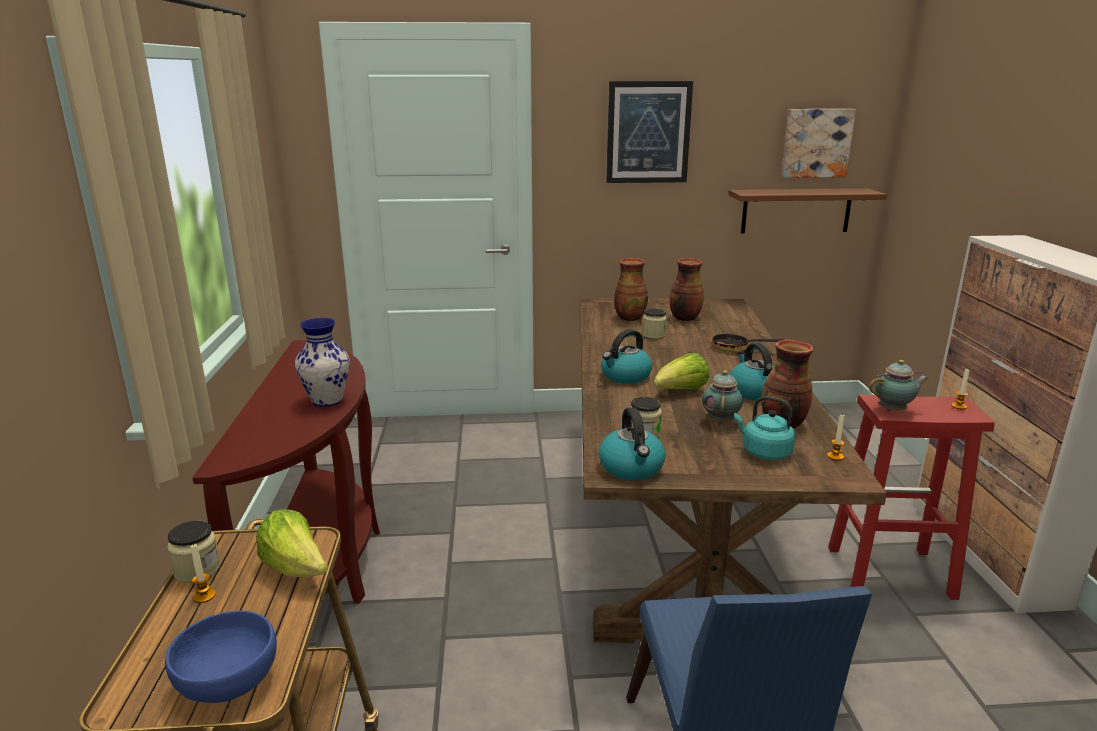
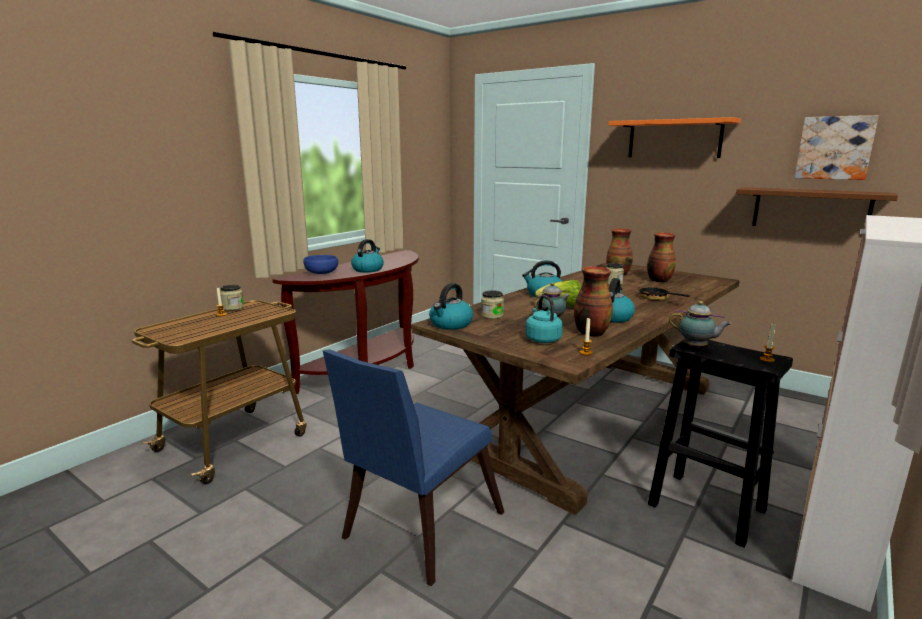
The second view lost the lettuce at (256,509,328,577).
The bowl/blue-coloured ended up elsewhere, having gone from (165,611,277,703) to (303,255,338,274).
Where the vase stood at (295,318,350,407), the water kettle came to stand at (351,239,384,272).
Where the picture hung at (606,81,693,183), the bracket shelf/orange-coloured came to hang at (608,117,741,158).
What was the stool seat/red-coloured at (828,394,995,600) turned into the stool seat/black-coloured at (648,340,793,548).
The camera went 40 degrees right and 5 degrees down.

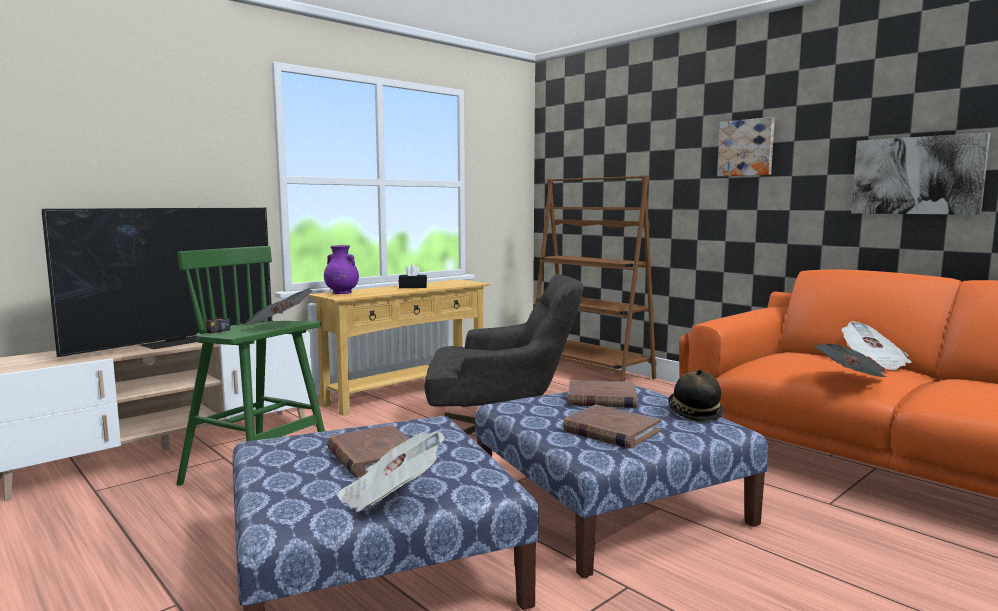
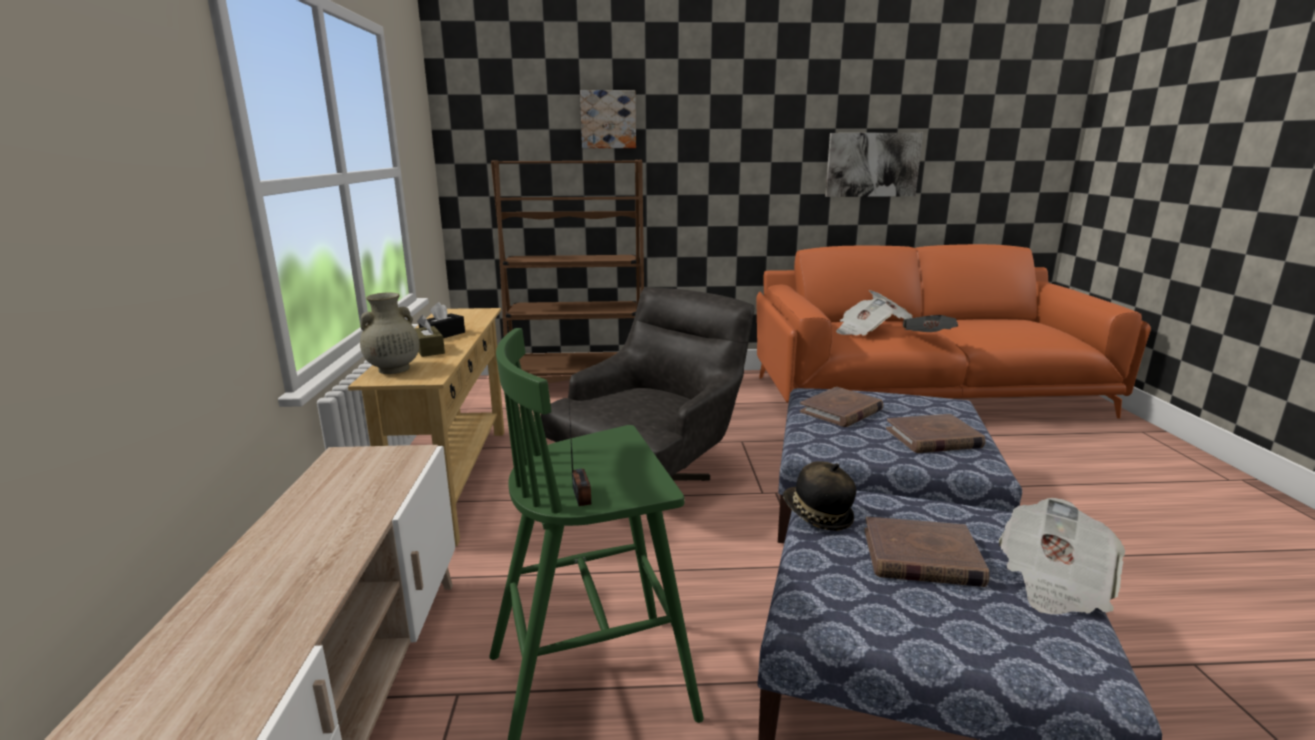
The second view lost the TV set at (42,208,272,357).
The second view gained the tissue box/brownish at (414,315,445,357).
The daily paper ended up elsewhere, having gone from (241,288,313,326) to (836,298,893,336).
The hat ended up elsewhere, having gone from (668,369,724,422) to (783,461,856,531).
The picture ended up elsewhere, having gone from (717,117,775,177) to (580,90,636,148).
What was the vase/purple-coloured at (324,245,359,294) turned into the vase/beige at (360,293,420,374).
The camera went 50 degrees left and 10 degrees up.

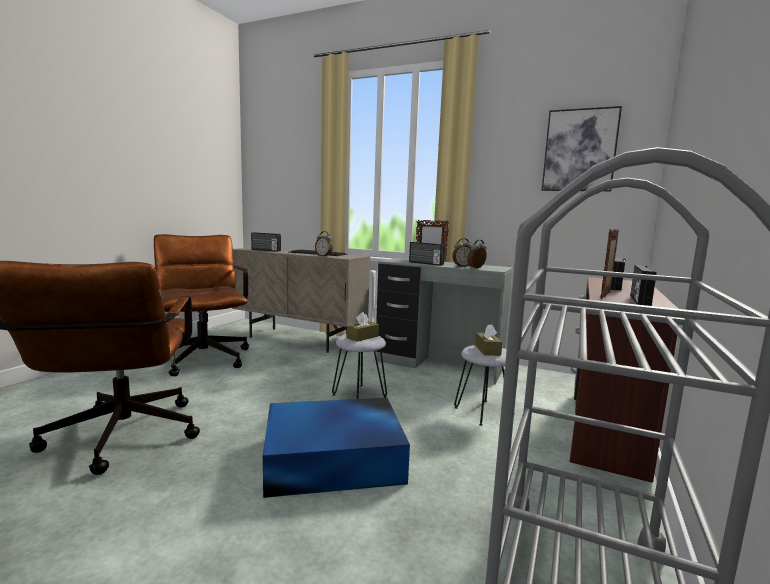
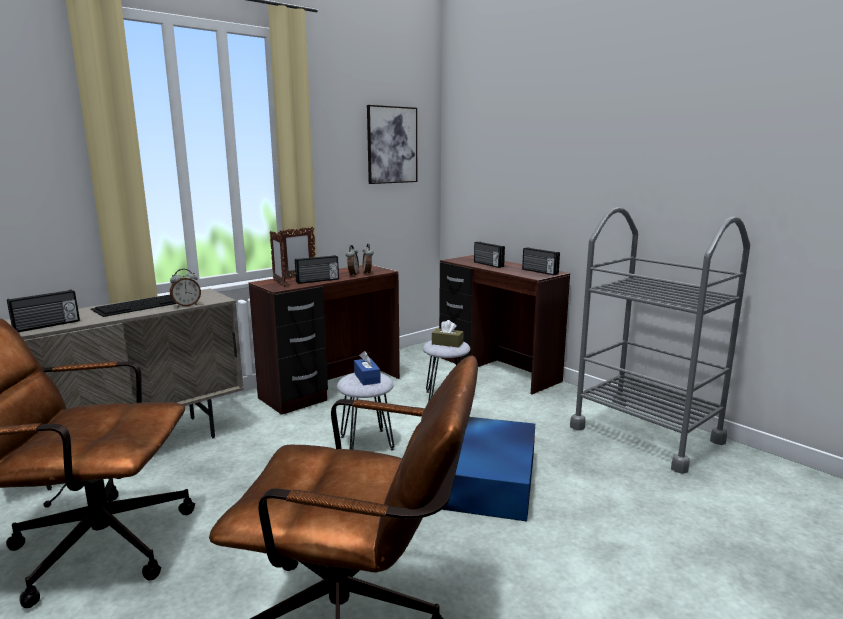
The picture frame ended up elsewhere, having gone from (601,229,619,299) to (270,231,286,287).
What was the tissue box/brownish at (347,312,379,342) turned into the tissue box/blue-coloured at (354,351,381,385).
What was the desk table/greyish at (376,258,513,385) turned into the desk table/brownish at (249,265,400,415).
The camera went 65 degrees left and 5 degrees up.

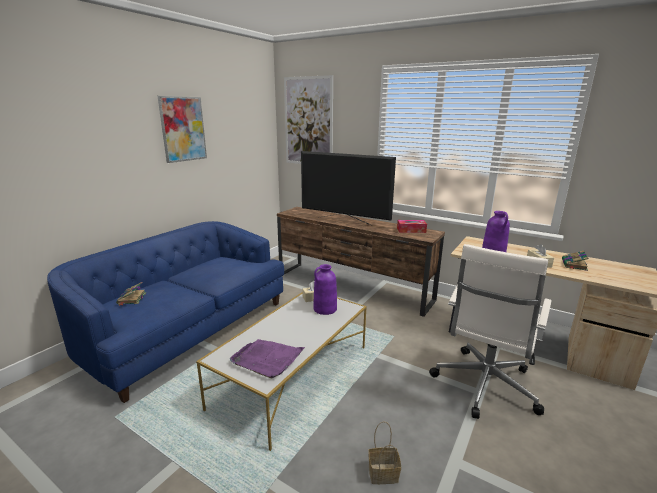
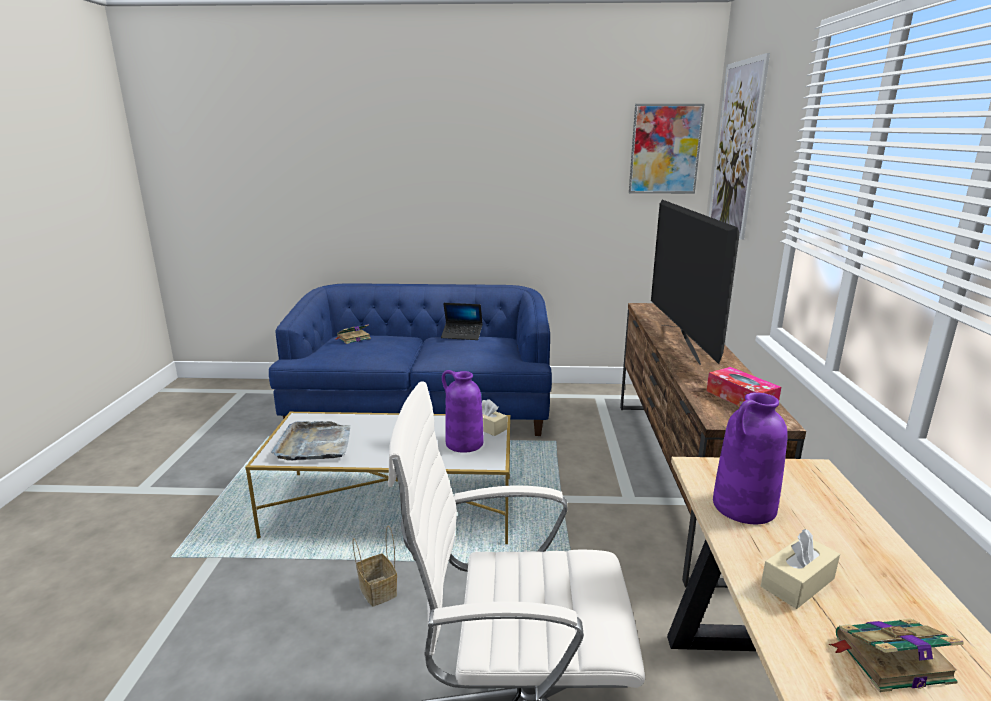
The second view gained the laptop at (441,303,483,340).
The picture ended up elsewhere, having gone from (158,96,207,163) to (629,104,705,194).
The basket ended up elsewhere, having gone from (368,421,401,484) to (353,526,397,607).
What was the carrying tray/purple-coloured at (230,339,305,378) turned into the carrying tray/greyish at (271,421,350,460).
The camera went 60 degrees right and 0 degrees up.

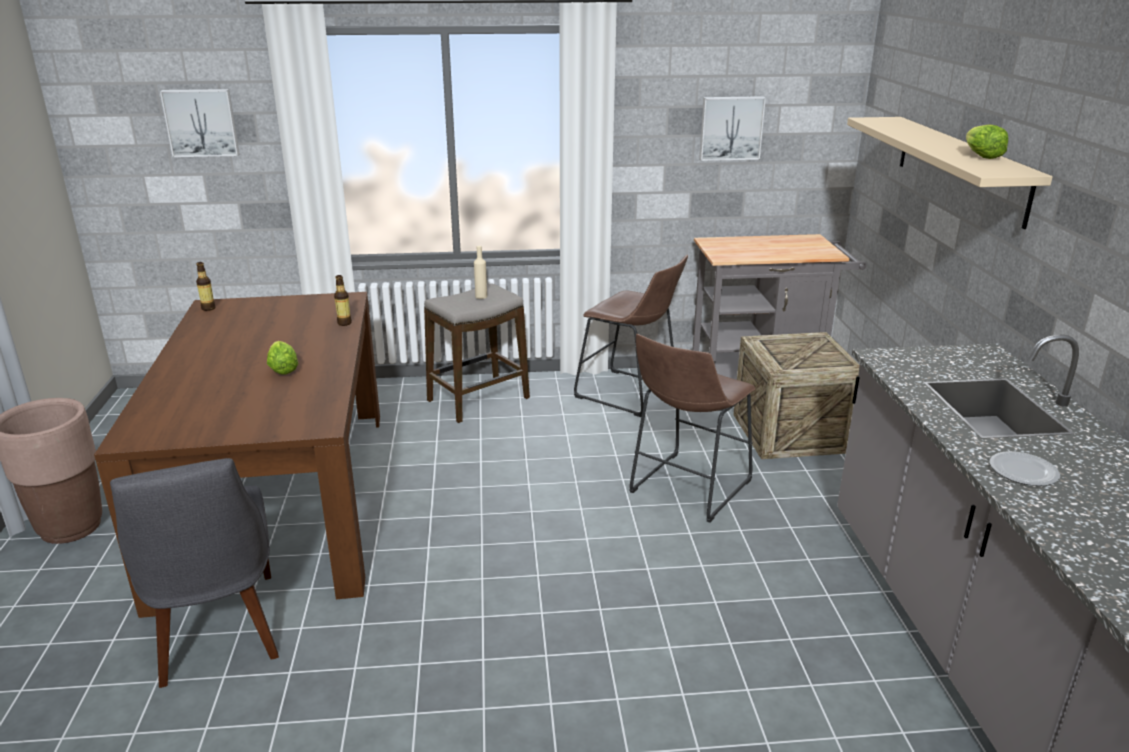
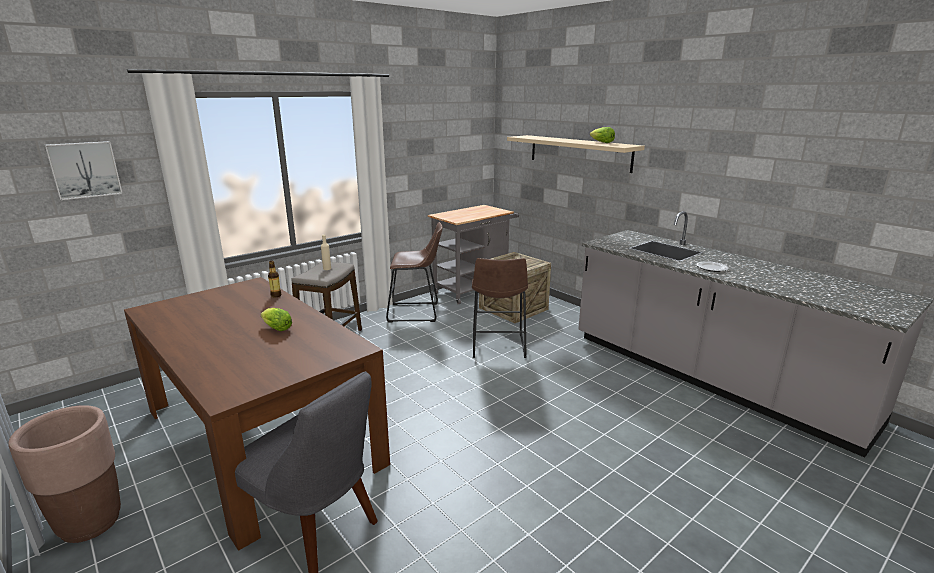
The second view lost the bottle at (196,262,216,311).
The second view lost the picture at (699,96,766,161).
The camera went 35 degrees left and 5 degrees down.

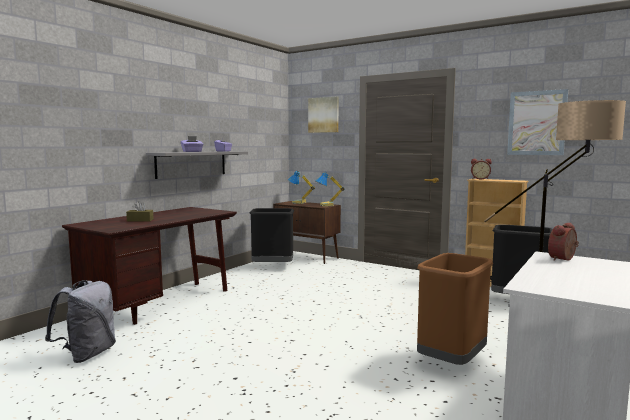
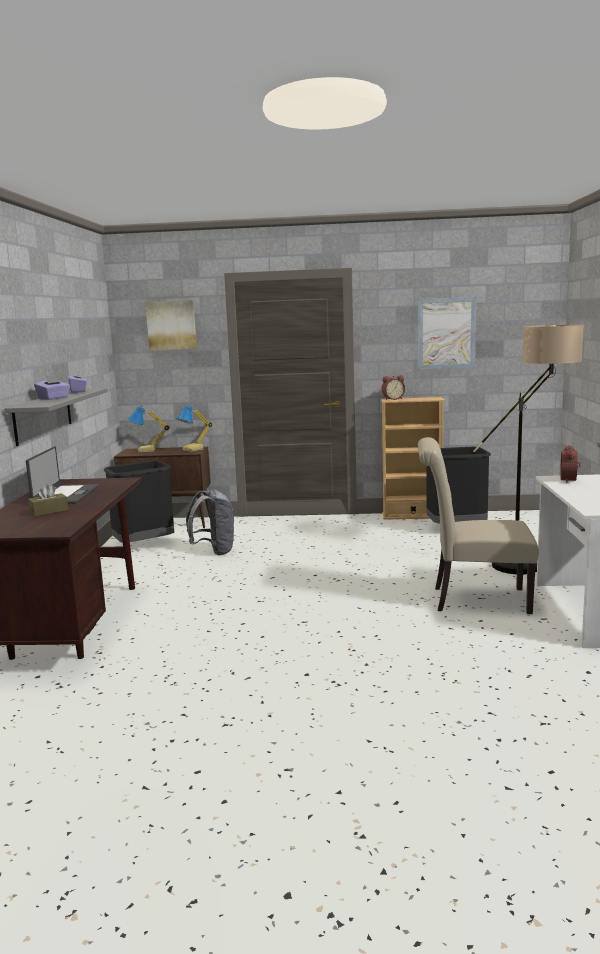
The second view gained the laptop at (26,446,99,504).
The knapsack/greyish ended up elsewhere, having gone from (45,280,116,363) to (186,489,235,555).
Where the waste bin/brownish stood at (417,253,493,365), the plain chair/beige came to stand at (418,437,539,614).
The camera went 30 degrees left and 5 degrees up.

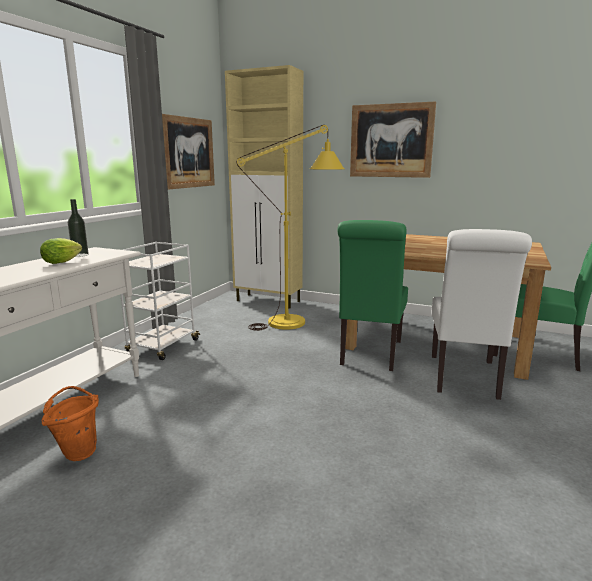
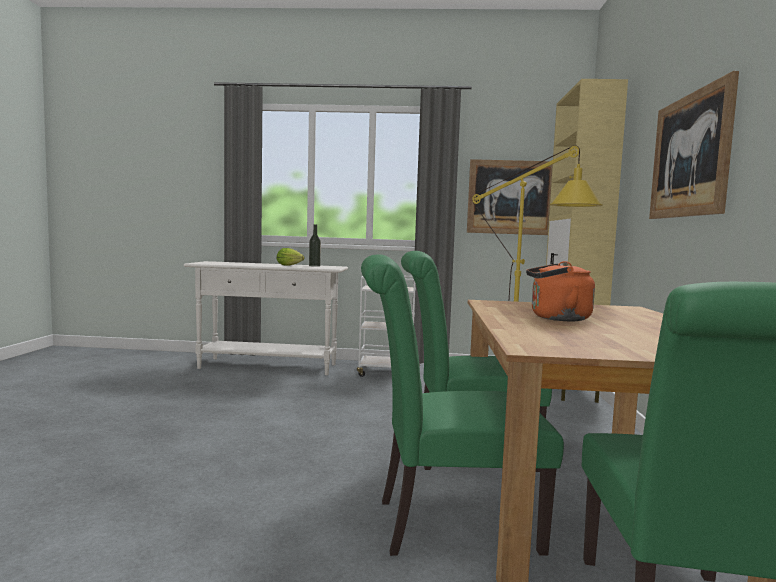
The second view lost the bucket/orange-coloured at (42,386,99,461).
The second view gained the water kettle/orange-coloured at (526,261,595,321).
What was the plain chair/whitish at (431,229,532,400) turned into the plain chair/green at (361,254,564,556).
The camera went 70 degrees right and 10 degrees down.

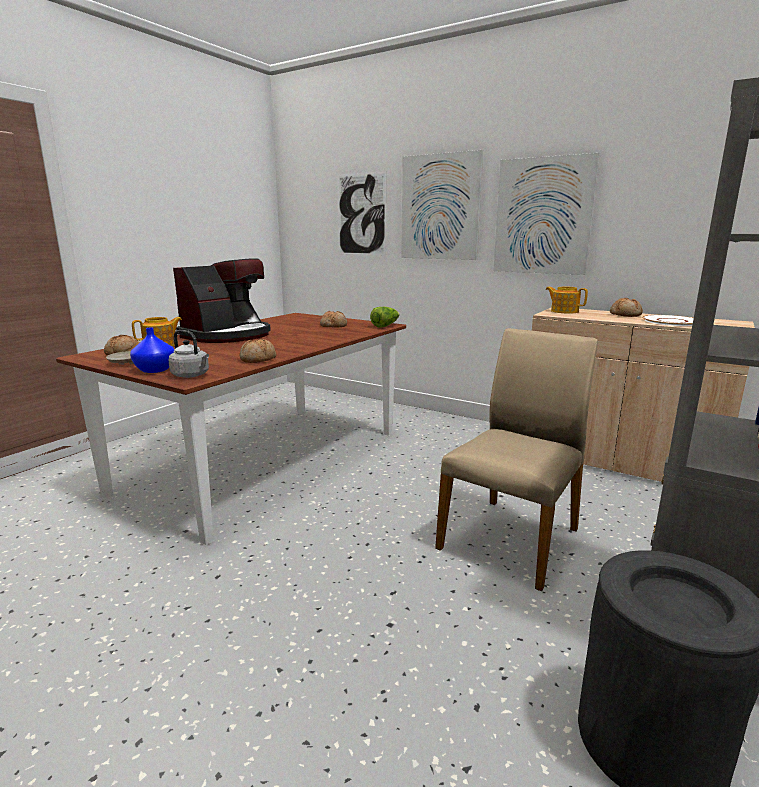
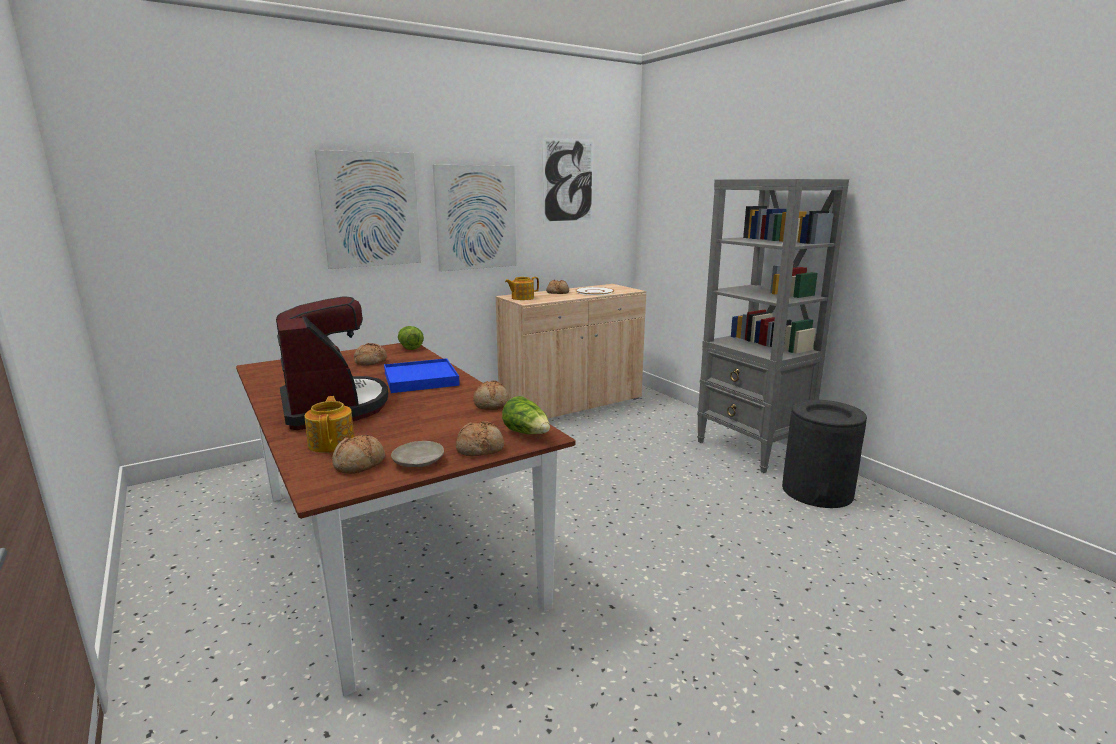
The second view lost the plain chair/beige at (435,328,598,592).
The second view gained the carrying tray/blue-coloured at (384,358,460,393).
The picture ended up elsewhere, having gone from (337,171,386,255) to (543,138,594,223).
Where the vase/blue-coloured stood at (130,328,174,373), the bakery bread came to stand at (456,421,504,456).
Where the water kettle/greyish stood at (168,330,209,378), the lettuce came to stand at (502,396,550,434).
The camera went 65 degrees left and 0 degrees up.

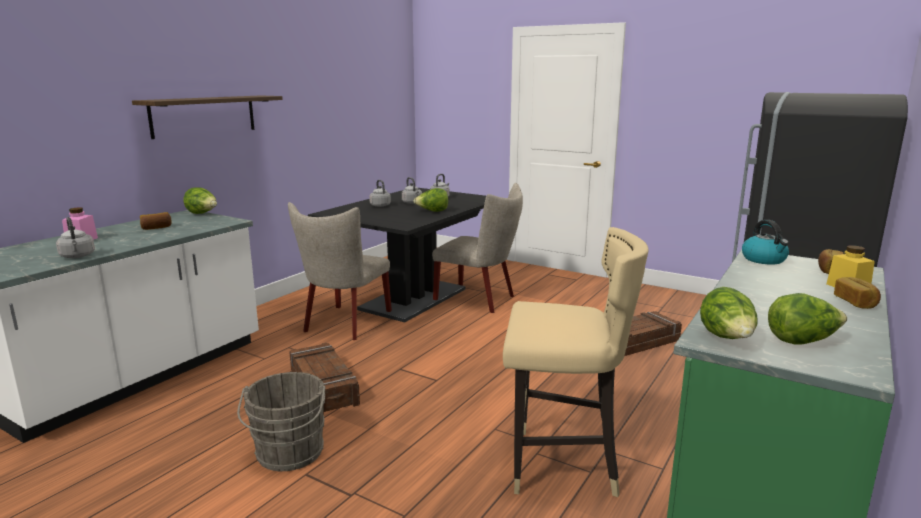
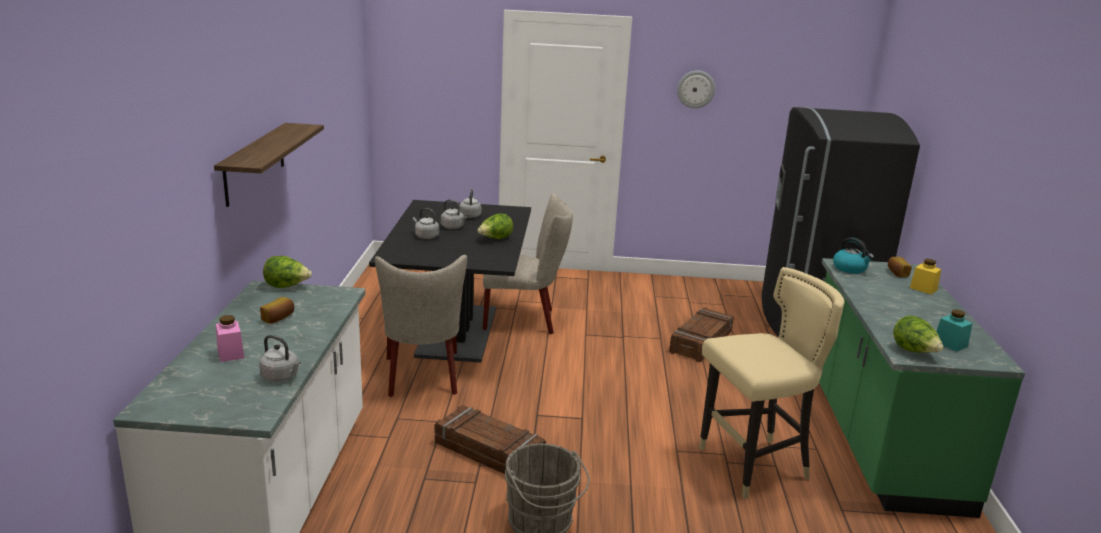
The second view lost the bakery bread at (834,277,881,309).
The second view gained the wall clock at (677,71,715,108).
Where the lettuce stood at (768,293,847,345), the jar/blue-green came to stand at (937,310,973,352).
The camera went 30 degrees left and 5 degrees up.

